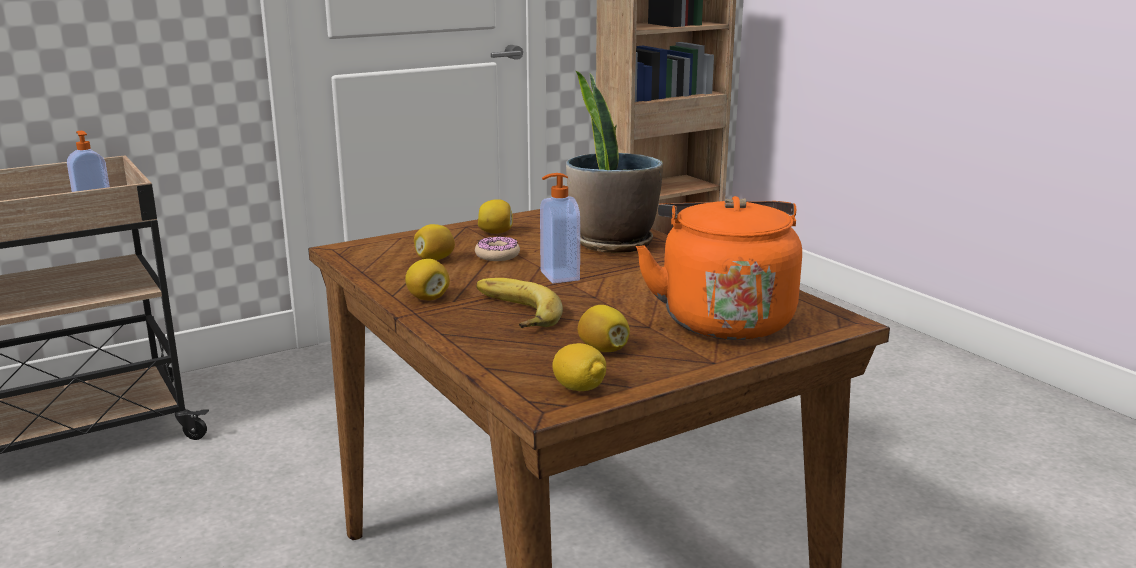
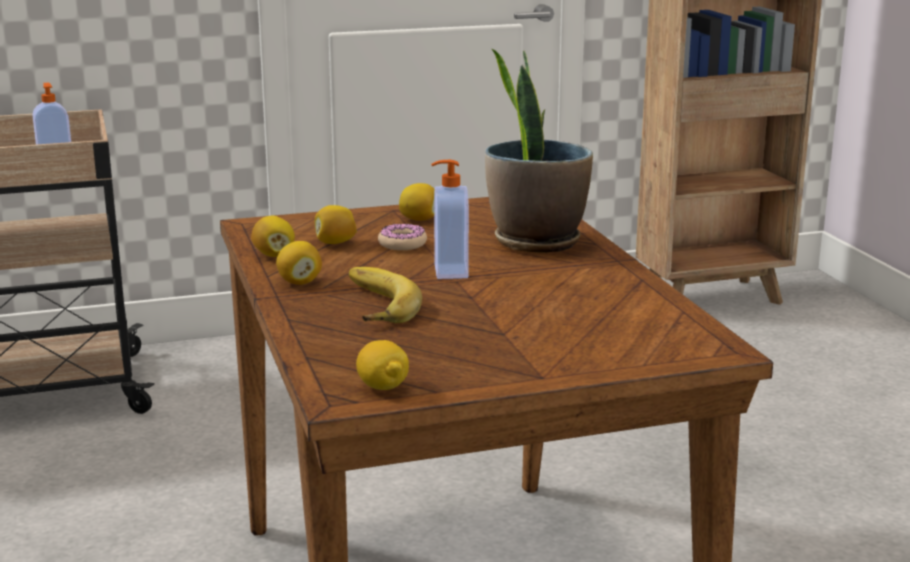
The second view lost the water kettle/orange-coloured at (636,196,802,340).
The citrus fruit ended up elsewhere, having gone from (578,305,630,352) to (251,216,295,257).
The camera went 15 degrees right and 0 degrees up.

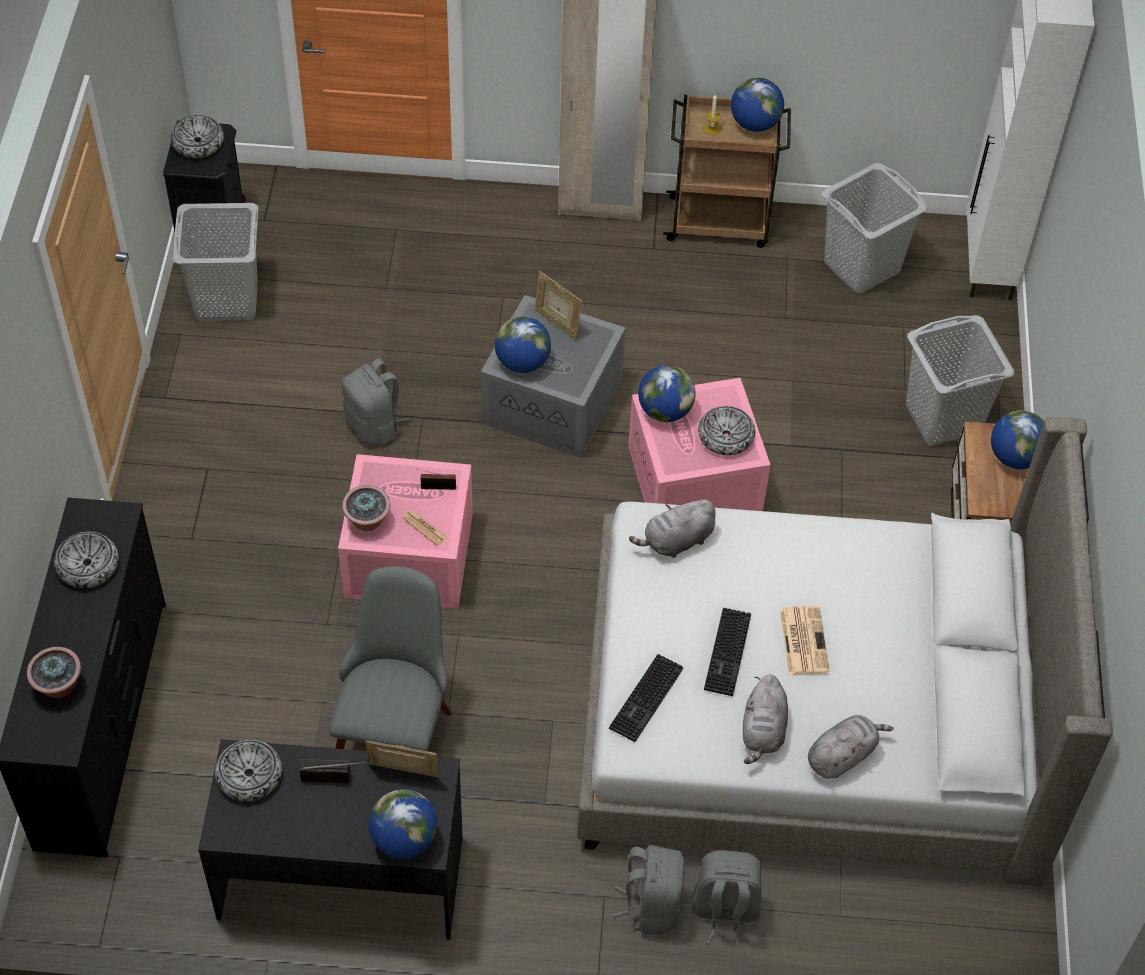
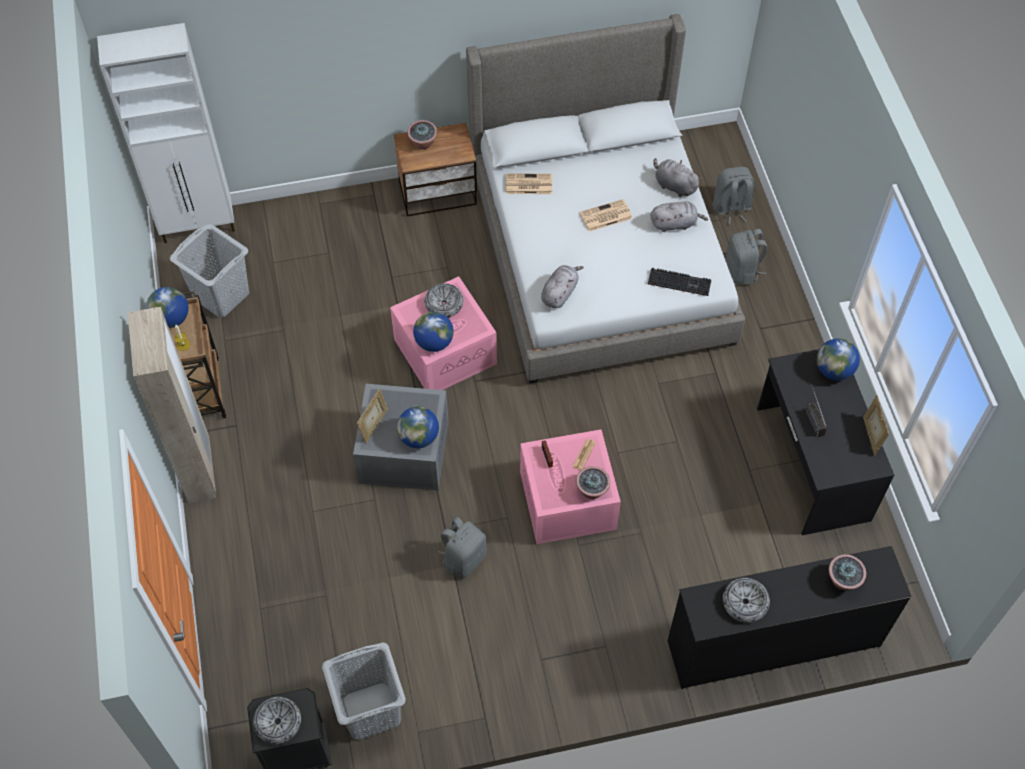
The second view lost the bowl at (215,739,282,801).
The second view lost the plain chair/greyish at (329,566,452,751).
The second view lost the computer keyboard at (704,608,751,696).
The second view lost the hamper/greyish at (906,315,1014,445).
The second view gained the daily paper at (506,173,552,194).
The picture frame ended up elsewhere, having gone from (365,740,438,777) to (863,395,889,455).
The knapsack/greyish ended up elsewhere, having gone from (612,845,685,935) to (712,166,755,225).
Where the desk globe stood at (991,410,1044,469), the houseplant came to stand at (407,120,437,149).
The plush toy/greyish at (629,498,716,558) ended up facing another way, 105 degrees counterclockwise from before.
The camera went 105 degrees left and 5 degrees up.

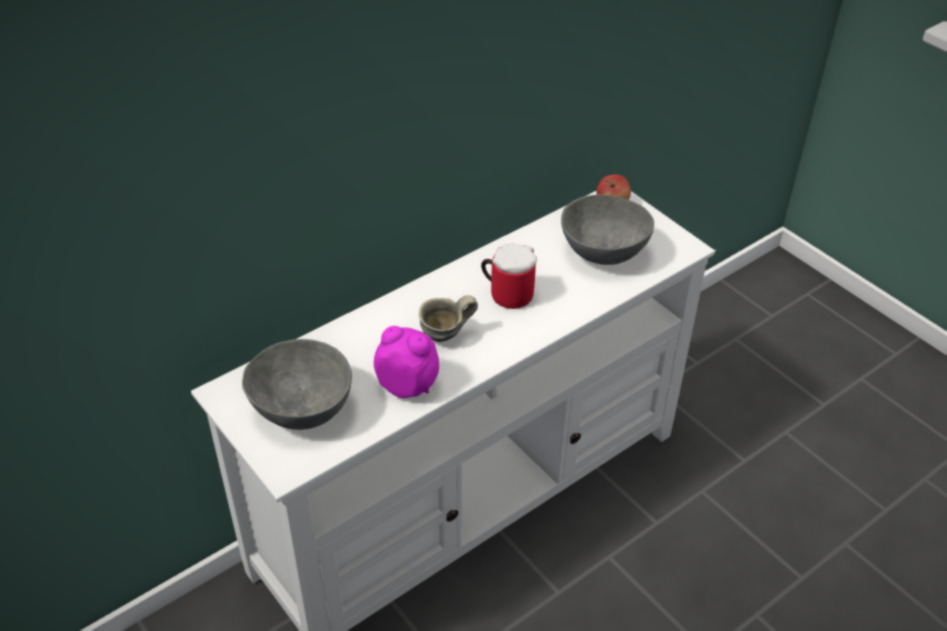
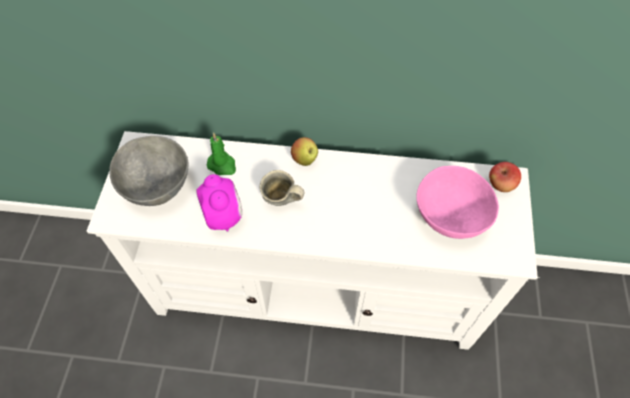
The second view lost the coffee mug at (481,244,537,309).
The second view gained the candle/green at (207,132,236,175).
The second view gained the apple fruit at (291,137,318,166).
What was the bowl/greyish at (561,195,654,265) turned into the bowl/pink-coloured at (416,166,499,239).
The camera went 45 degrees right and 15 degrees up.

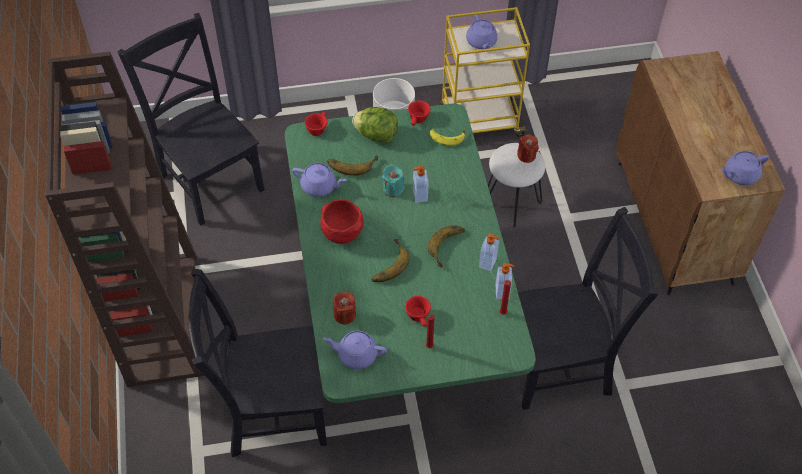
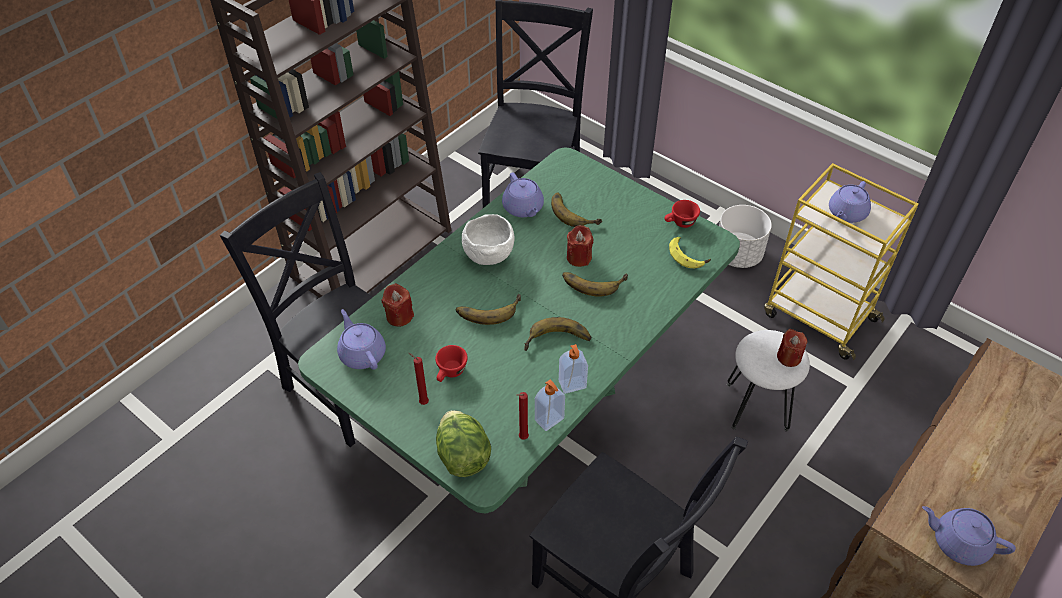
The second view lost the small cup/red-coloured at (305,112,327,136).
The lettuce ended up elsewhere, having gone from (352,107,398,143) to (436,410,491,477).
Where the soap bottle stood at (413,166,429,203), the banana came to stand at (562,272,628,297).
What was the bowl/red-coloured at (320,200,364,244) turned into the bowl/whitish at (462,214,514,265).
What was the candle/blue-green at (382,164,405,197) turned into the candle/red-coloured at (567,225,593,267).
The camera went 50 degrees right and 5 degrees down.

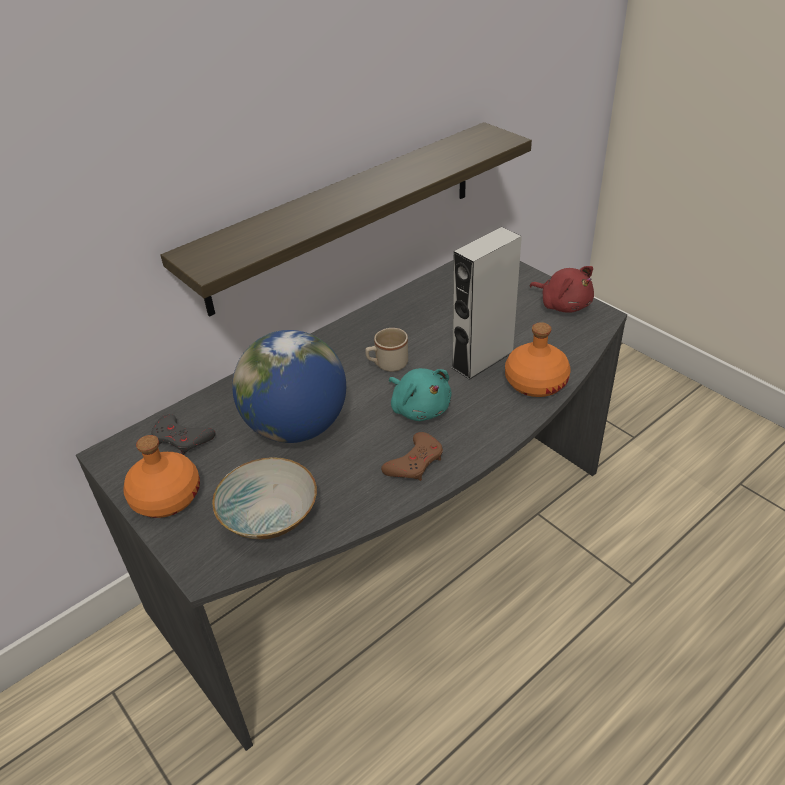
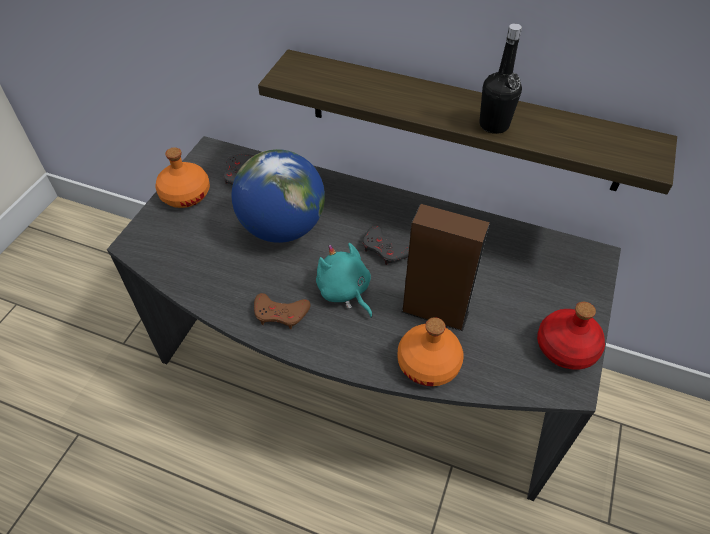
The second view lost the bowl at (212,457,317,539).
The second view gained the bottle/black-coloured at (479,23,522,134).
Where the coffee mug/beige stood at (365,328,408,372), the joypad/greyish came to stand at (363,226,409,265).
Where the plush toy/red-coloured stood at (529,266,594,313), the bottle/red-coloured came to stand at (537,302,605,370).
What was the audio speaker/greyish at (452,227,522,380) turned into the audio speaker/brownish at (401,204,490,331).
The plush toy/blue-green at (389,368,452,421) ended up facing another way, 120 degrees clockwise from before.
The camera went 60 degrees right and 10 degrees up.

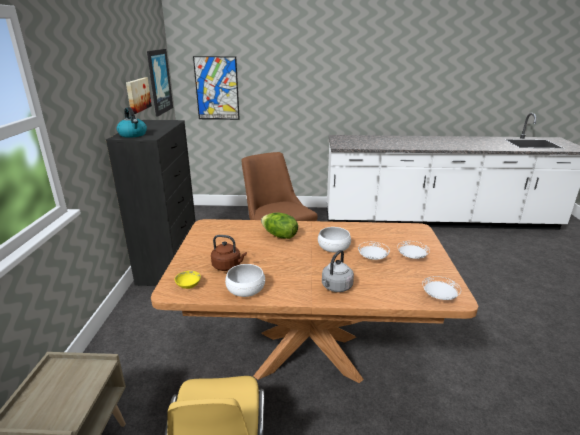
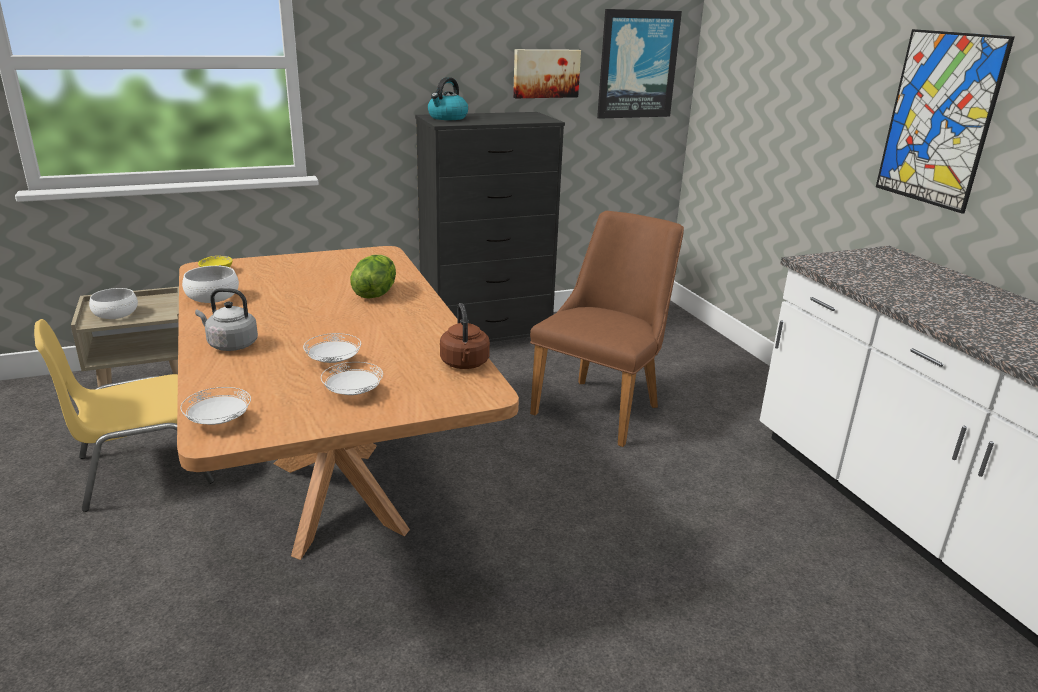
The picture ended up elsewhere, having gone from (193,56,240,120) to (876,29,1015,214).
The water kettle/brownish ended up elsewhere, having gone from (211,235,247,271) to (440,303,490,369).
The bowl/whitish ended up elsewhere, having gone from (318,227,351,253) to (89,288,138,319).
The camera went 65 degrees right and 0 degrees up.

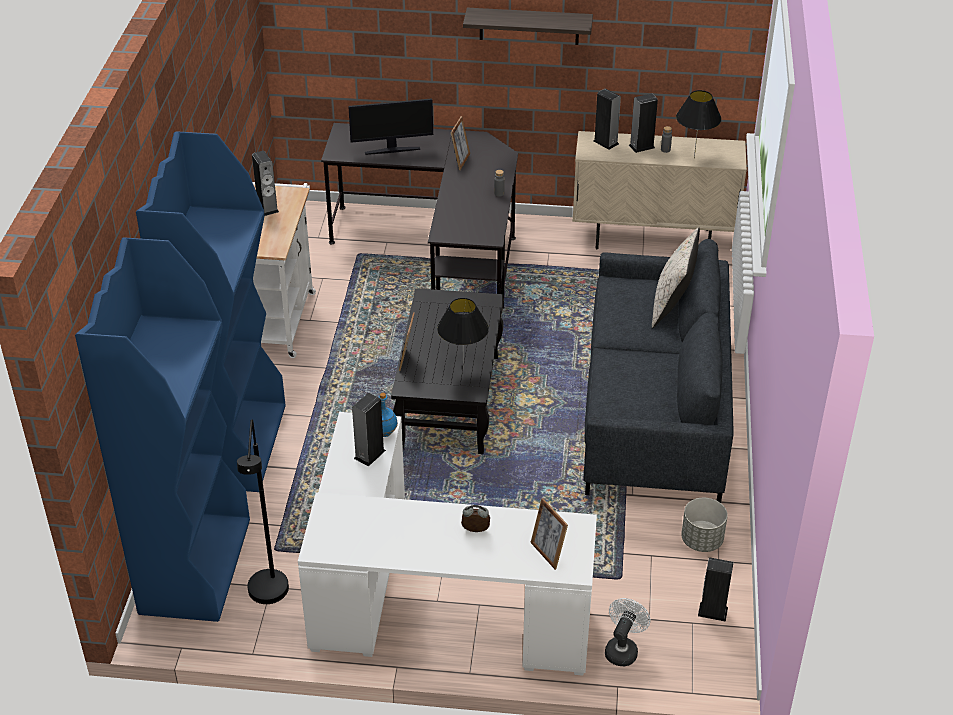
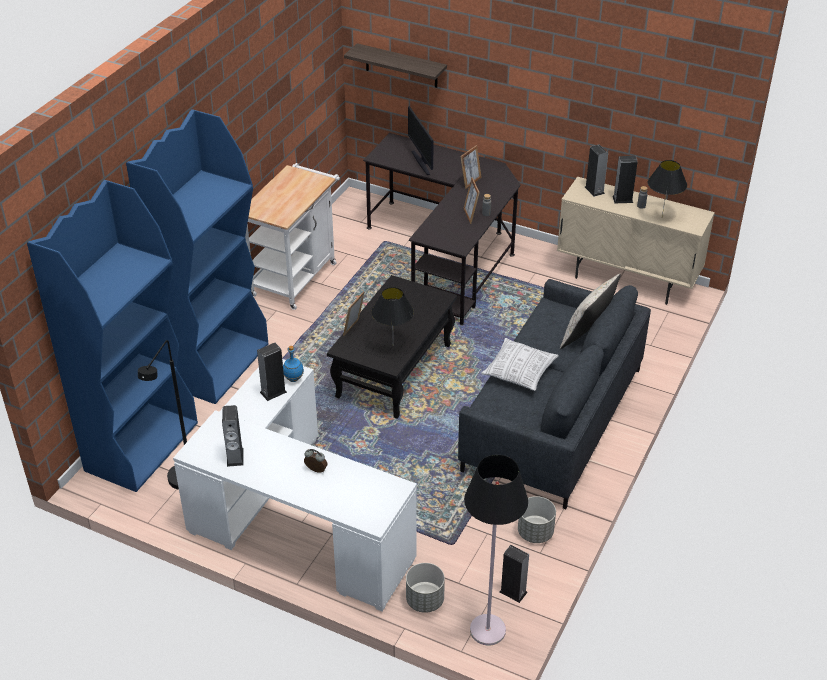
The second view gained the floor lamp/black-coloured at (464,455,528,645).
The second view gained the pillow at (481,338,559,391).
The audio speaker ended up elsewhere, having gone from (252,151,279,216) to (222,405,243,467).
The bracket shelf ended up elsewhere, having gone from (463,8,593,45) to (344,43,447,88).
The picture frame ended up elsewhere, having gone from (530,498,568,570) to (463,177,480,224).
Where the electric fan/whitish stood at (605,598,650,666), the flower pot/greyish came to stand at (406,563,445,613).
The computer display at (348,98,433,155) ended up facing another way, 60 degrees clockwise from before.
The camera went 20 degrees right and 0 degrees up.

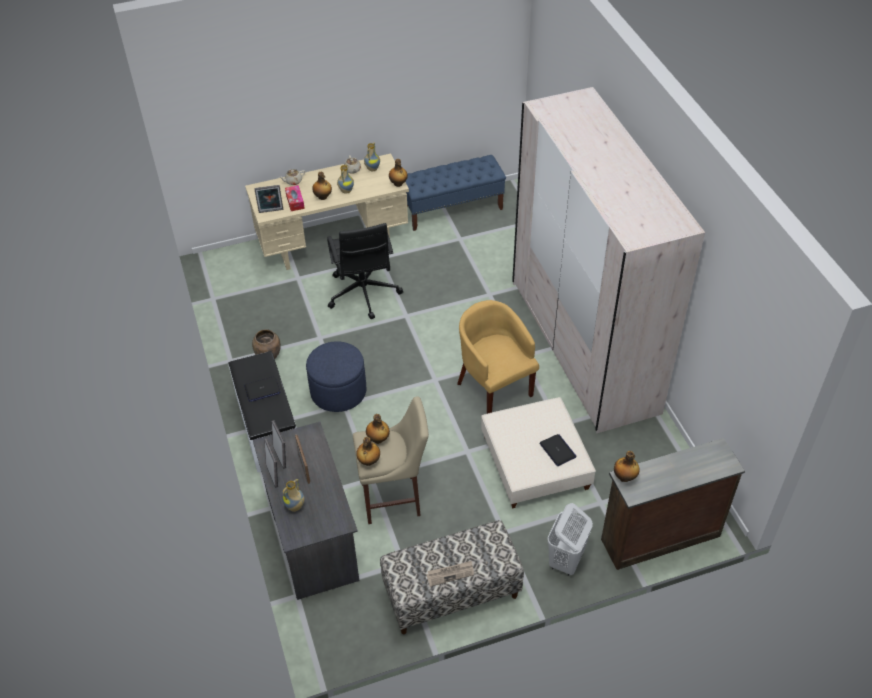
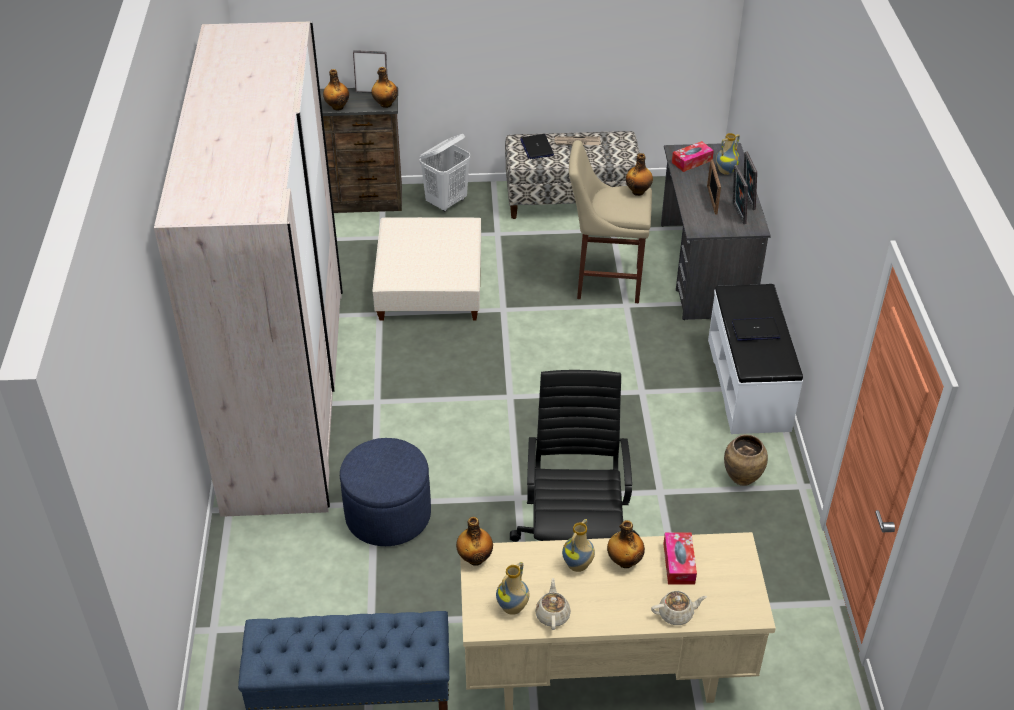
The second view lost the armchair/yellow at (457,300,539,414).
The second view gained the tissue box at (672,141,714,172).
The picture frame ended up elsewhere, having gone from (254,185,283,213) to (353,50,388,93).
The pouffe/blue-coloured ended up elsewhere, having gone from (306,341,366,412) to (340,438,431,546).
The bottle ended up elsewhere, having gone from (366,414,390,444) to (323,69,349,110).
The laptop ended up elsewhere, having gone from (539,434,576,466) to (520,134,554,159).
The camera went 165 degrees left and 5 degrees down.

